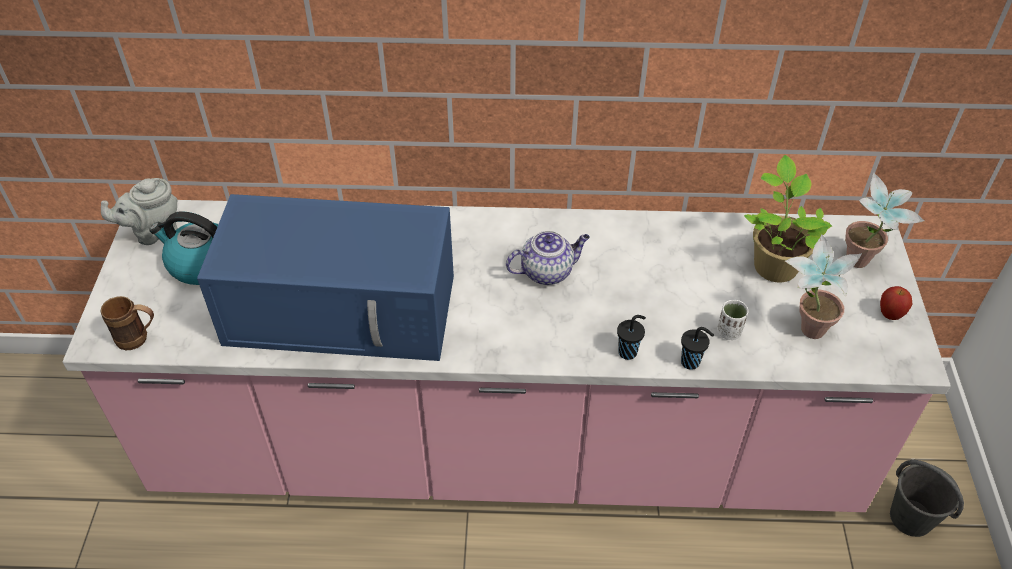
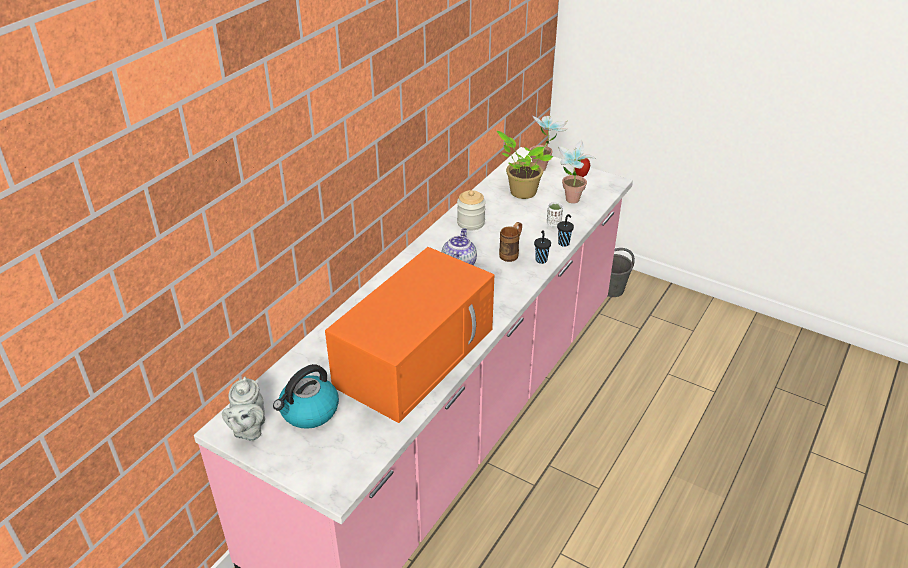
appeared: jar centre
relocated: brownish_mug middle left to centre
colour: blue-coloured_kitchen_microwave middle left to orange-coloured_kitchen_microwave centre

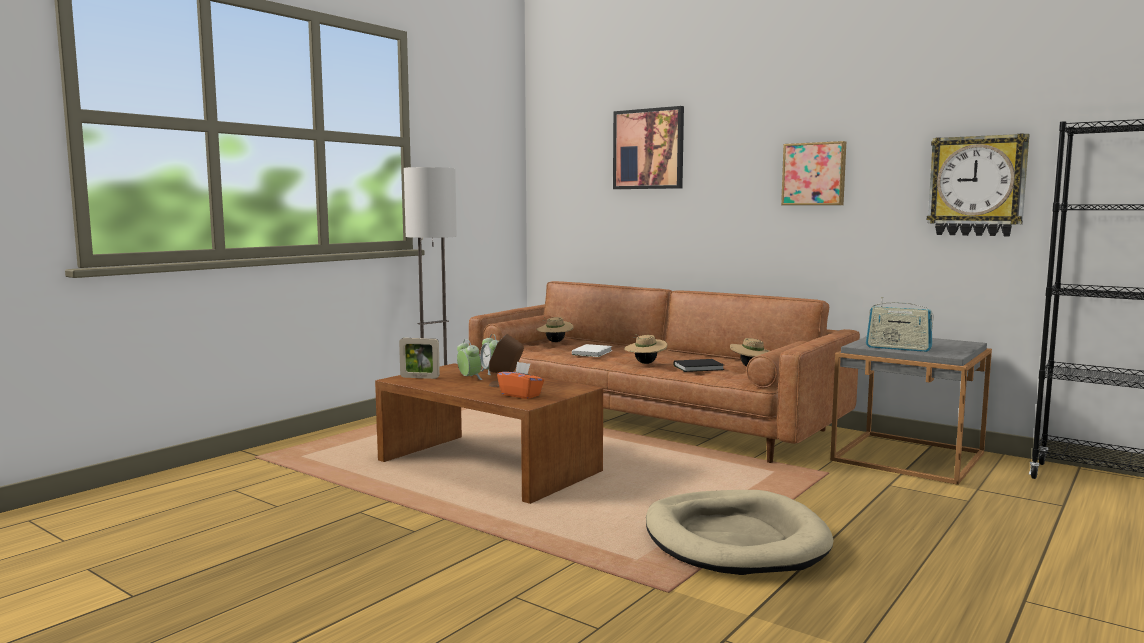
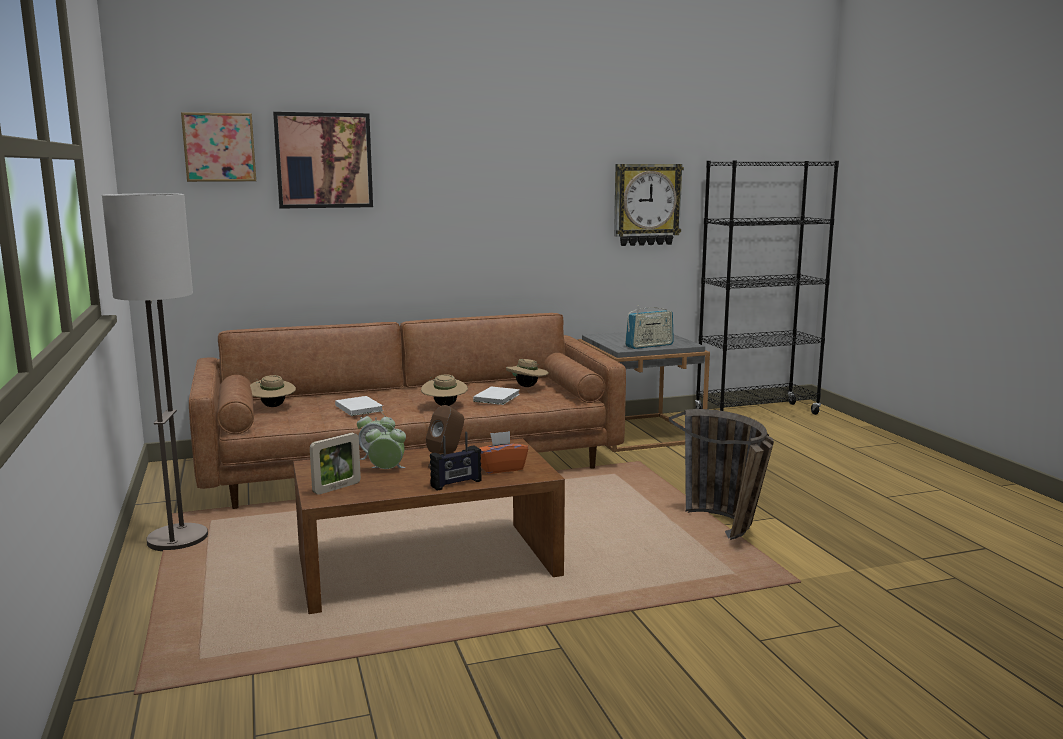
appeared: radio_set (no. 1 from left) centre
relocated: picture (no. 2 from left in the first image) top right to picture (no. 1 from left) top left
exchanged: sand-coloured_dog_bed bottom centre to storage_basket middle right
colour: black-coloured_volume centre to white-coloured_volume (no. 2 from left) centre

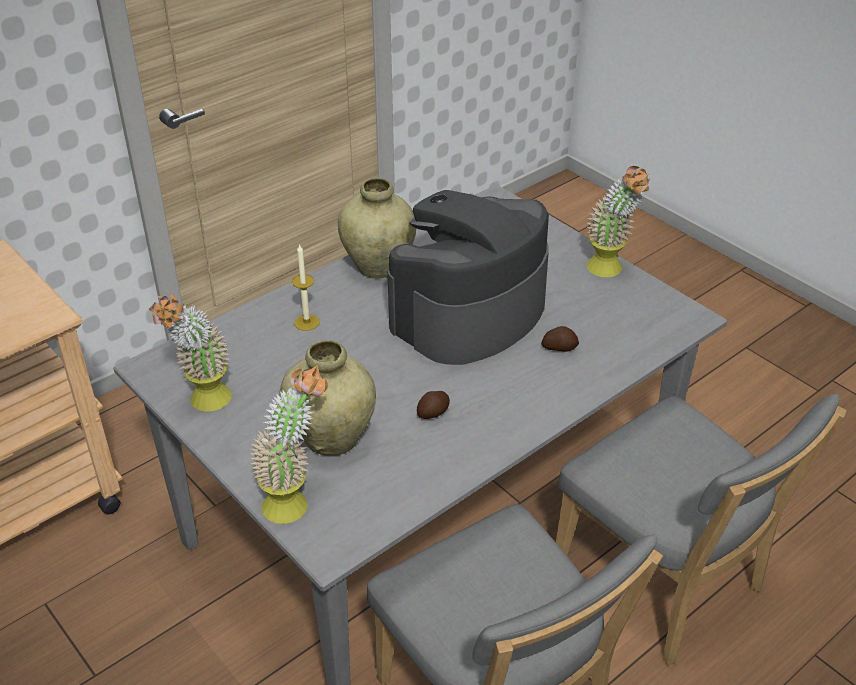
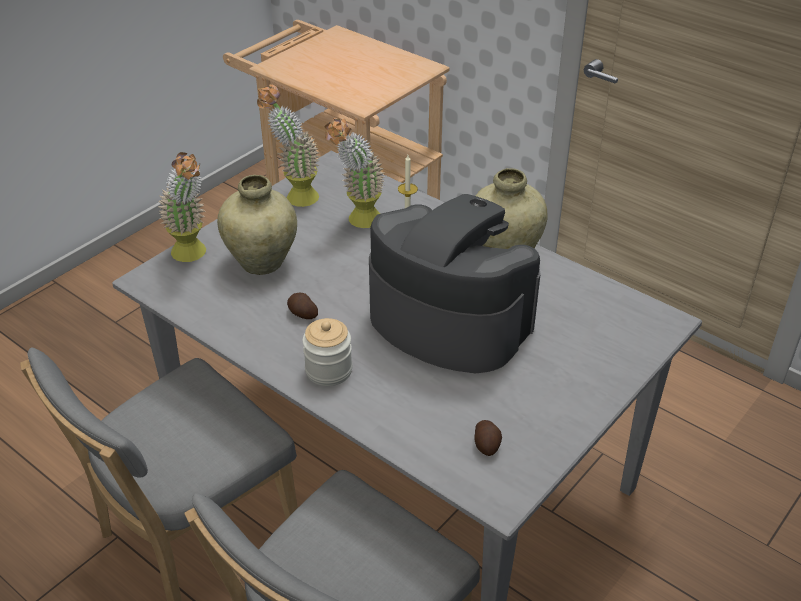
appeared: jar centre
relocated: whole_potato (no. 2 from left) centre to bottom centre; potted_plant (no. 3 from left) top right to top centre

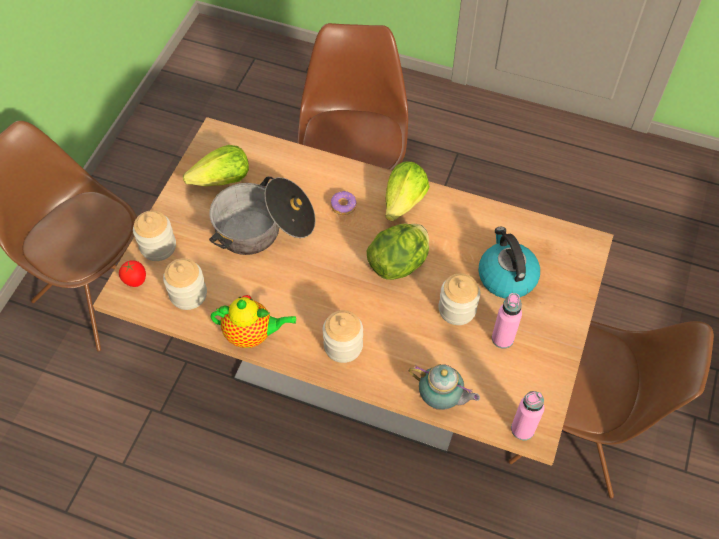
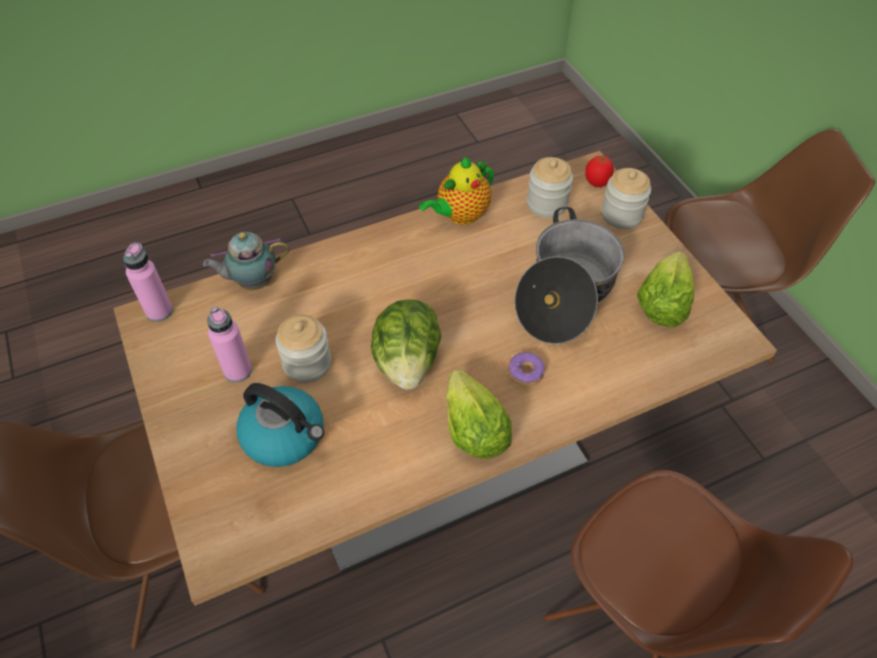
missing: jar (no. 3 from left) centre

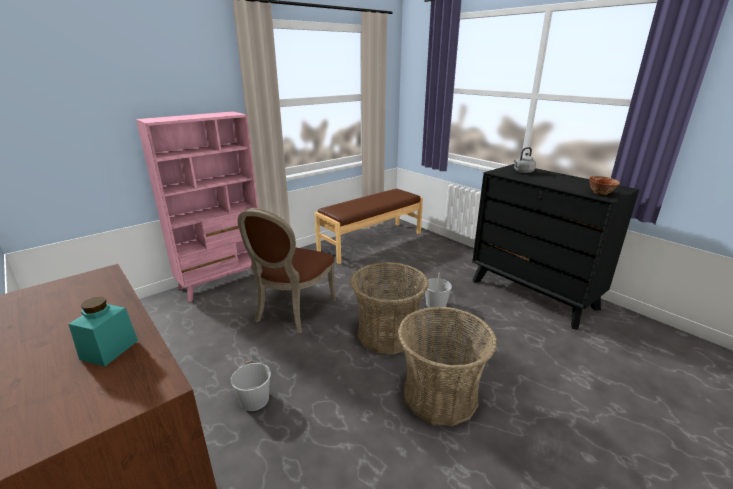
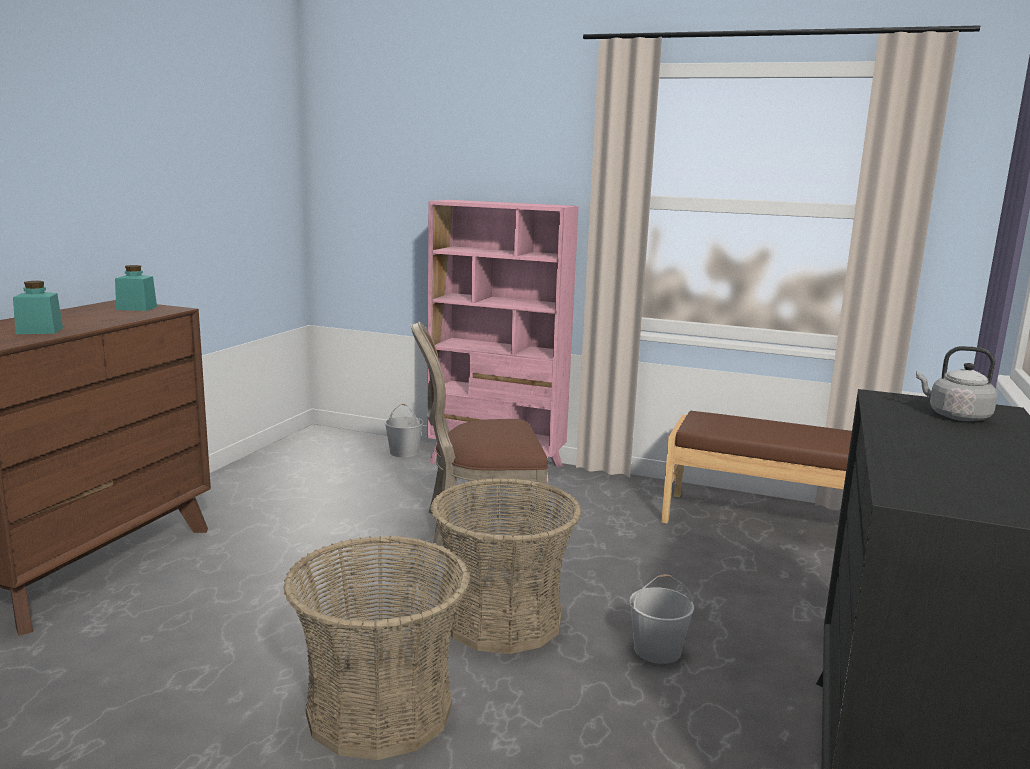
missing: deep_dish middle right
appeared: turquoise_jar (no. 2 from left) middle left
relocated: white-coloured_bucket (no. 1 from left) bottom centre to centre

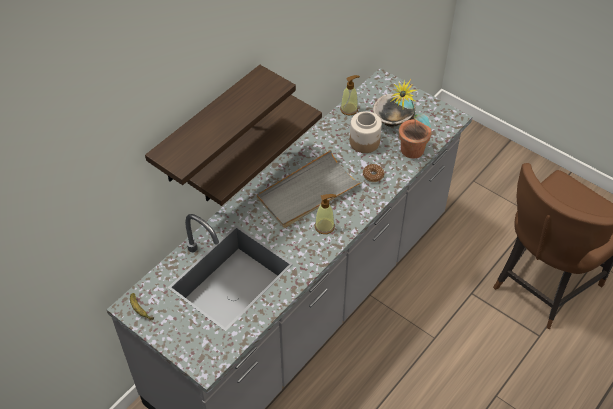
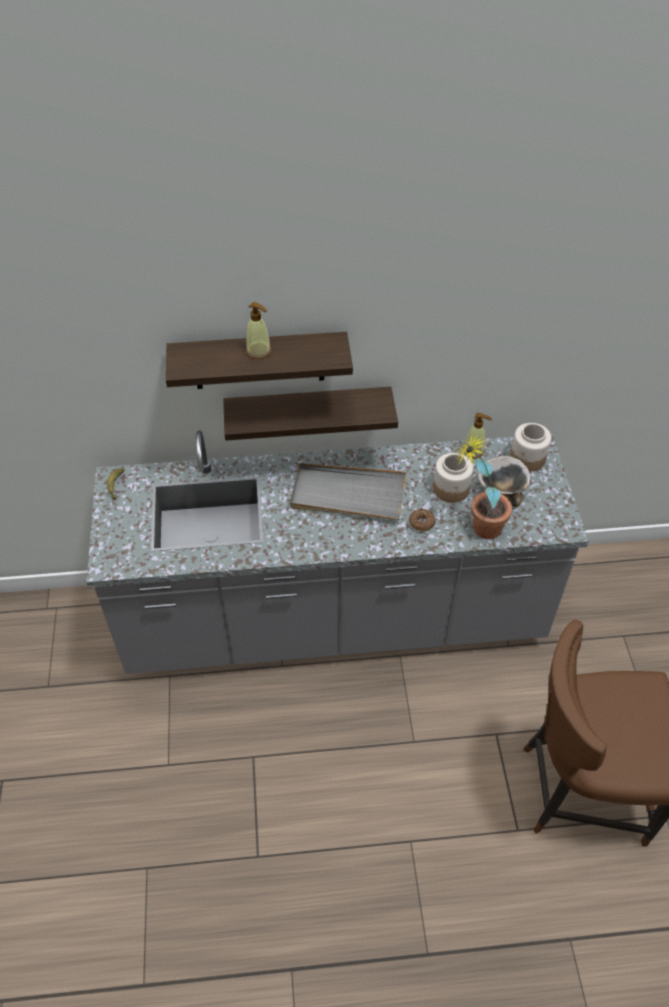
appeared: jar (no. 2 from left) middle right
relocated: soap_dispenser (no. 1 from left) centre to top centre

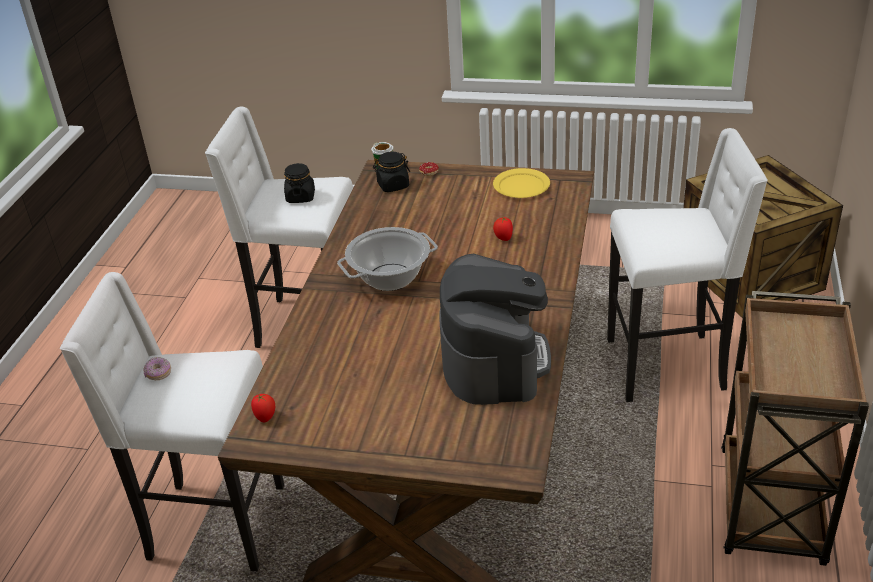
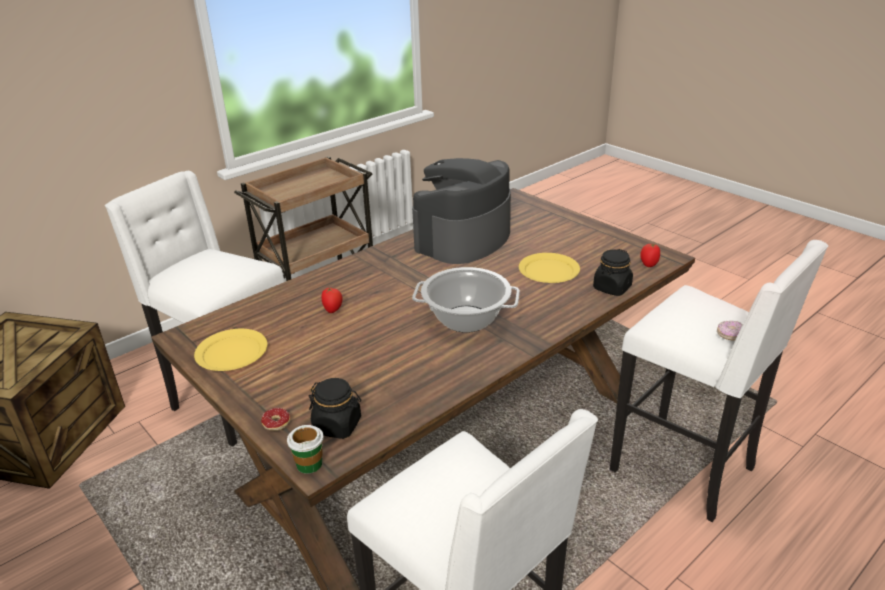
appeared: yellow_dinner_plate (no. 2 from left) centre
relocated: black-coloured_jar (no. 1 from left in the first image) top centre to black-coloured_jar (no. 2 from left) middle right

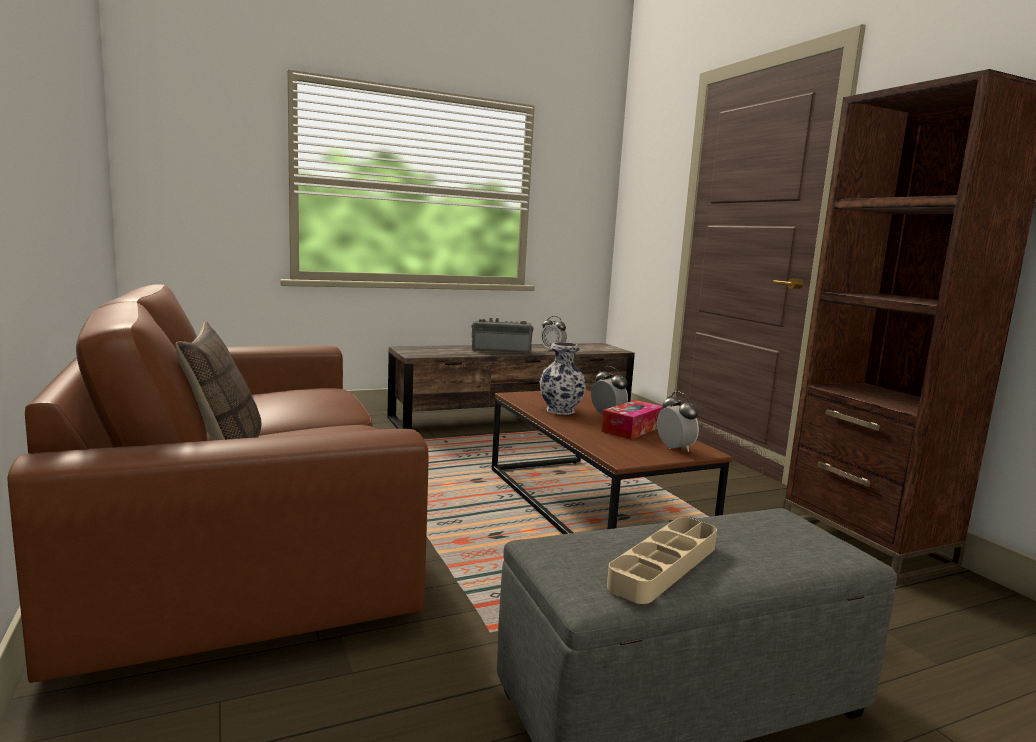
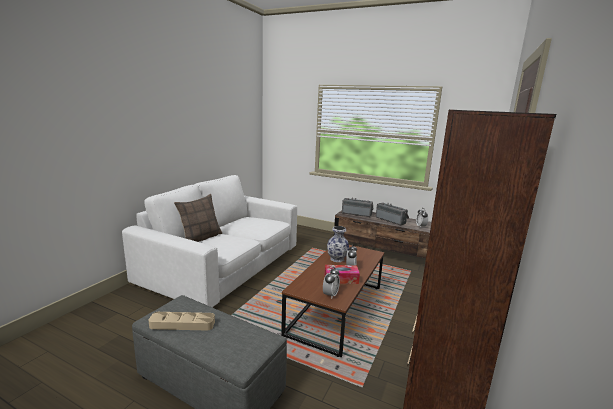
appeared: radio_set (no. 1 from left) centre
colour: brownish_sofa middle left to white-coloured_sofa centre

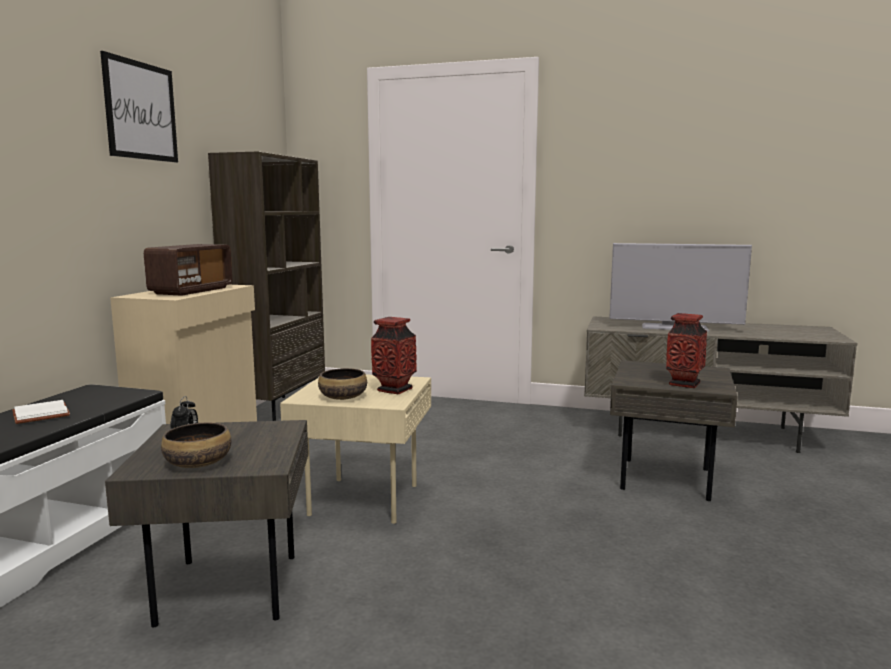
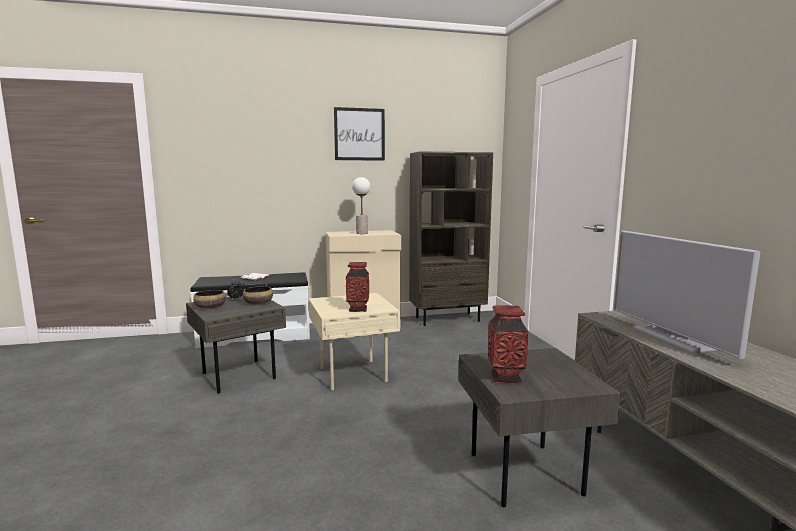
relocated: deep_dish (no. 2 from left) centre to middle left
exchanged: radio_set middle left to tabletop_lamp centre

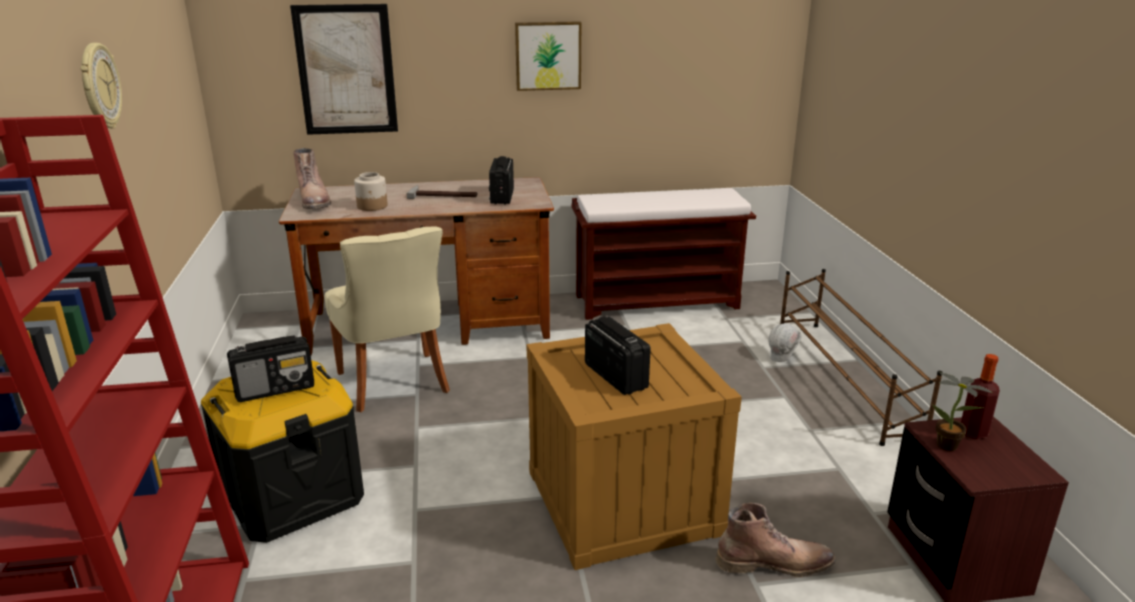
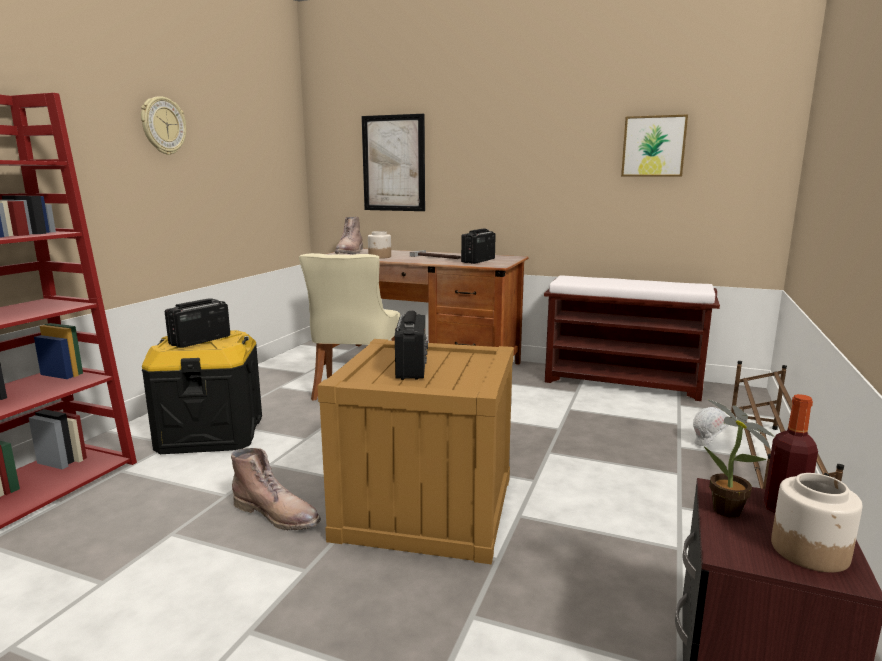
appeared: jar (no. 2 from left) bottom right
relocated: picture (no. 2 from left) top centre to top right; brownish_tall_boot (no. 2 from left in the first image) bottom right to brownish_tall_boot (no. 1 from left) bottom left
spun: radio_set (no. 1 from left) middle left = middle left 120 degrees clockwise

